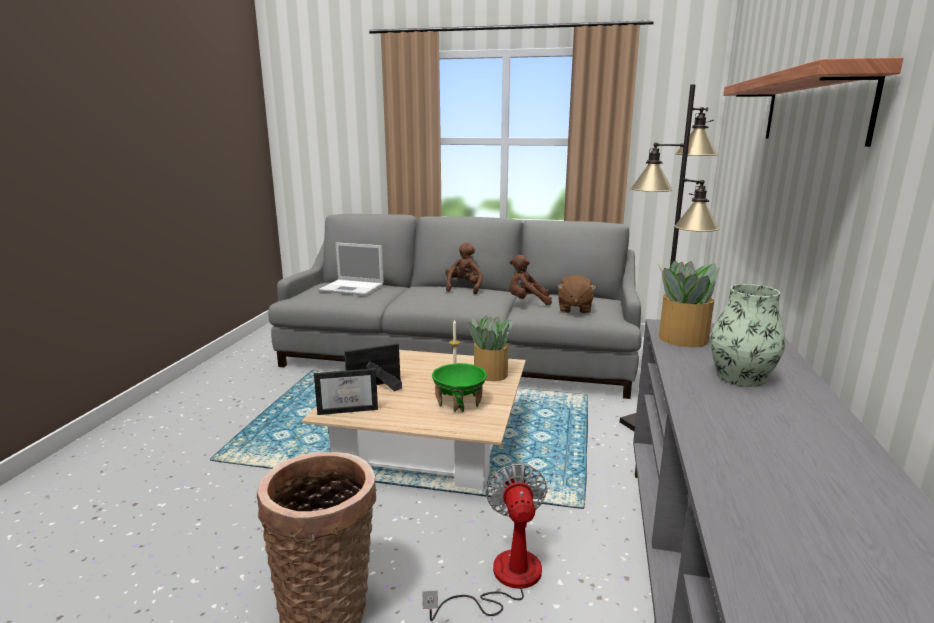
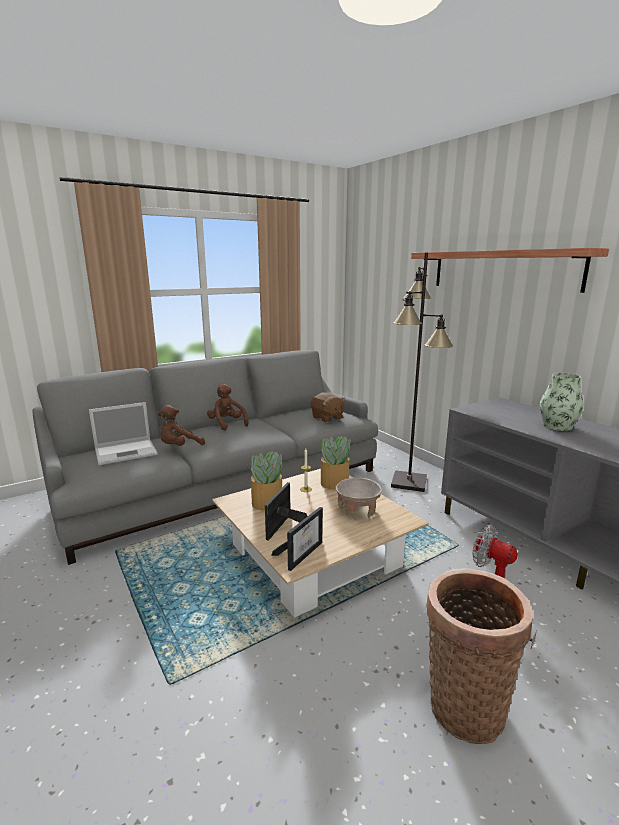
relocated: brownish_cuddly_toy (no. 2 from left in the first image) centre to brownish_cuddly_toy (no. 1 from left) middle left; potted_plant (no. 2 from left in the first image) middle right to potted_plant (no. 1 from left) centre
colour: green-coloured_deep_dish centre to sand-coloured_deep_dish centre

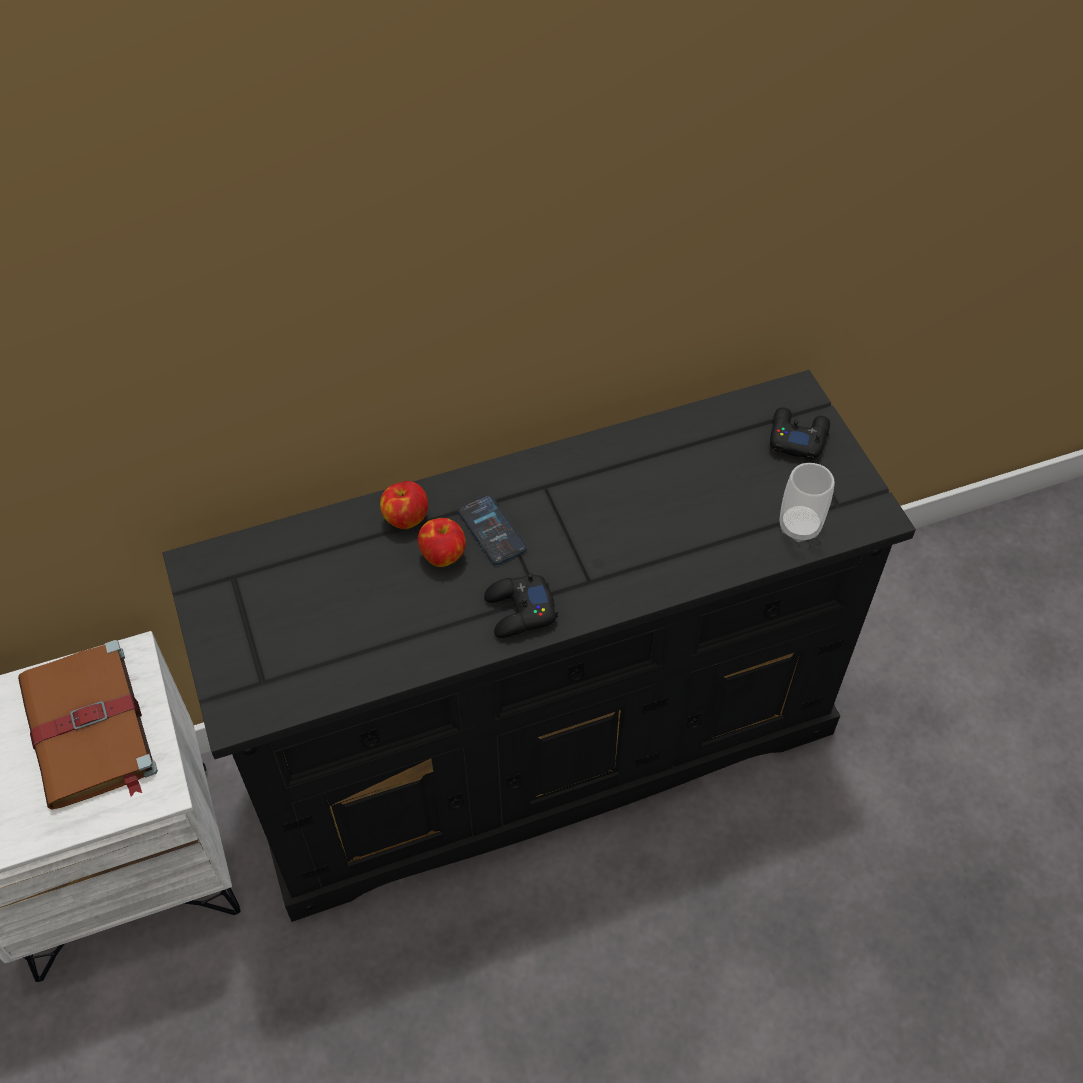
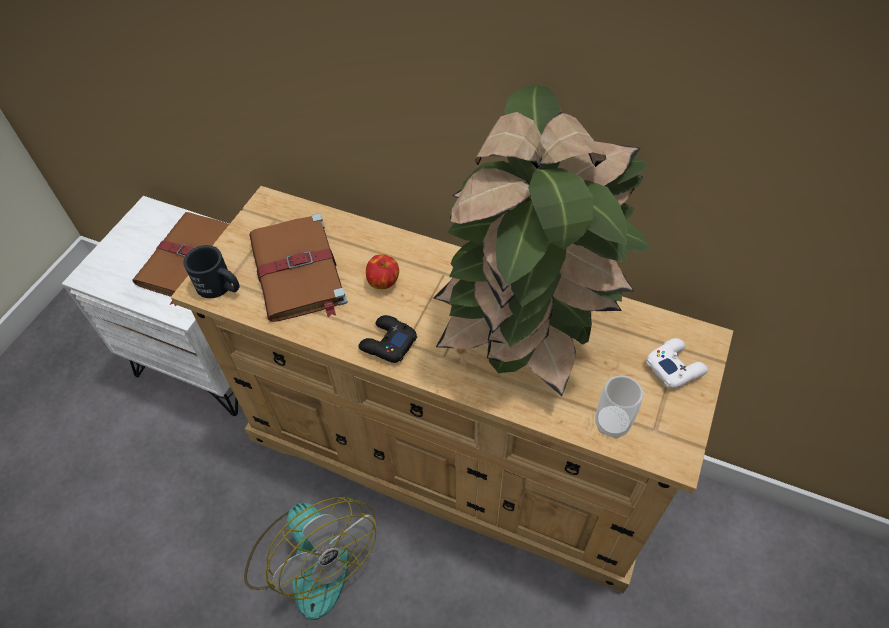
missing: apple (no. 1 from left) centre; handset centre
appeared: black-coloured_mug middle left; electric_fan bottom centre; brownish_volume (no. 2 from left) centre; potted_plant centre
colour: black-coloured_dresser centre to sand-coloured_dresser centre; black-coloured_joypad (no. 2 from left) middle right to white-coloured_joypad middle right

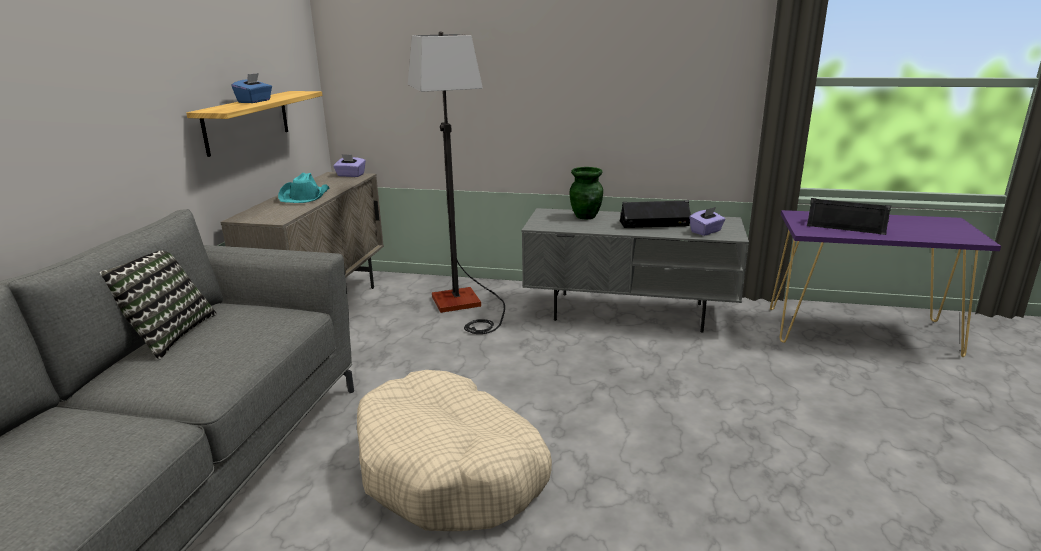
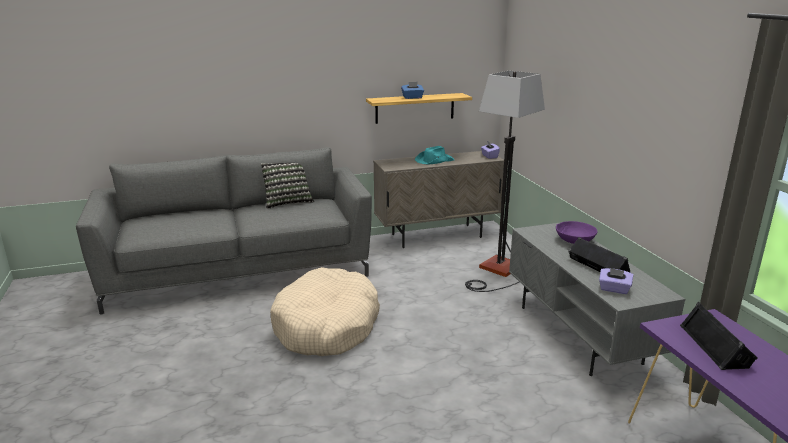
exchanged: green-coloured_flower_vase centre to purple-coloured_deep_dish middle right

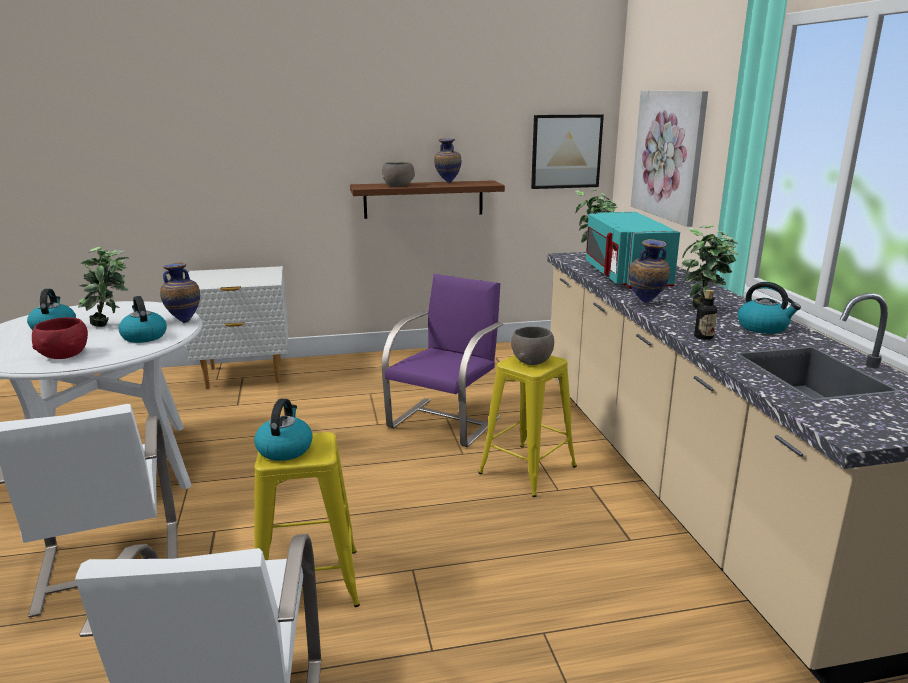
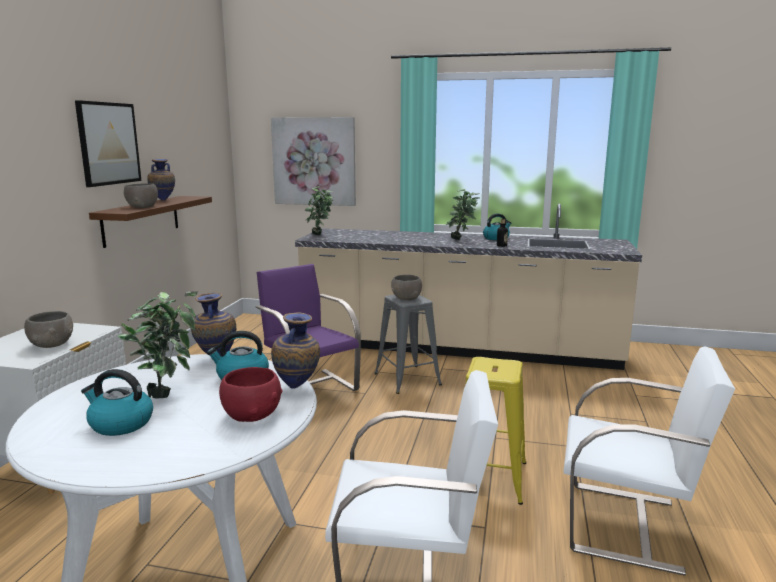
missing: kettle (no. 3 from left) middle left; turquoise_kitchen_microwave middle right
appeared: greyish_deep_dish (no. 1 from left) middle left
relocated: picture (no. 1 from left) top centre to top left; flower_vase (no. 3 from left) middle right to centre
colour: yellow_stool (no. 2 from left) centre to greyish_stool centre

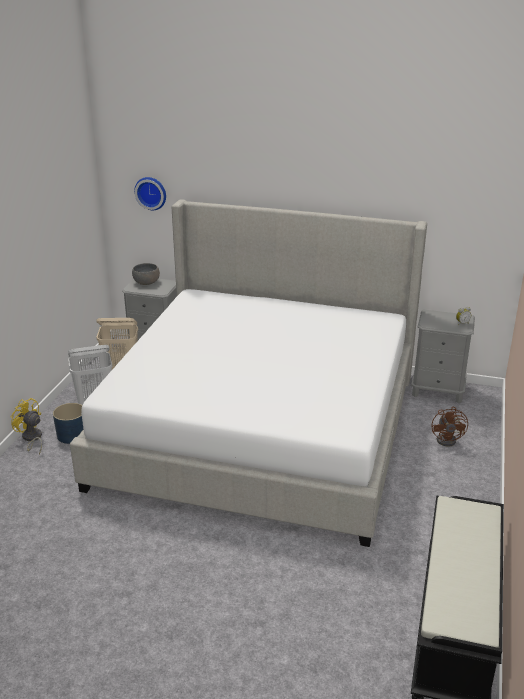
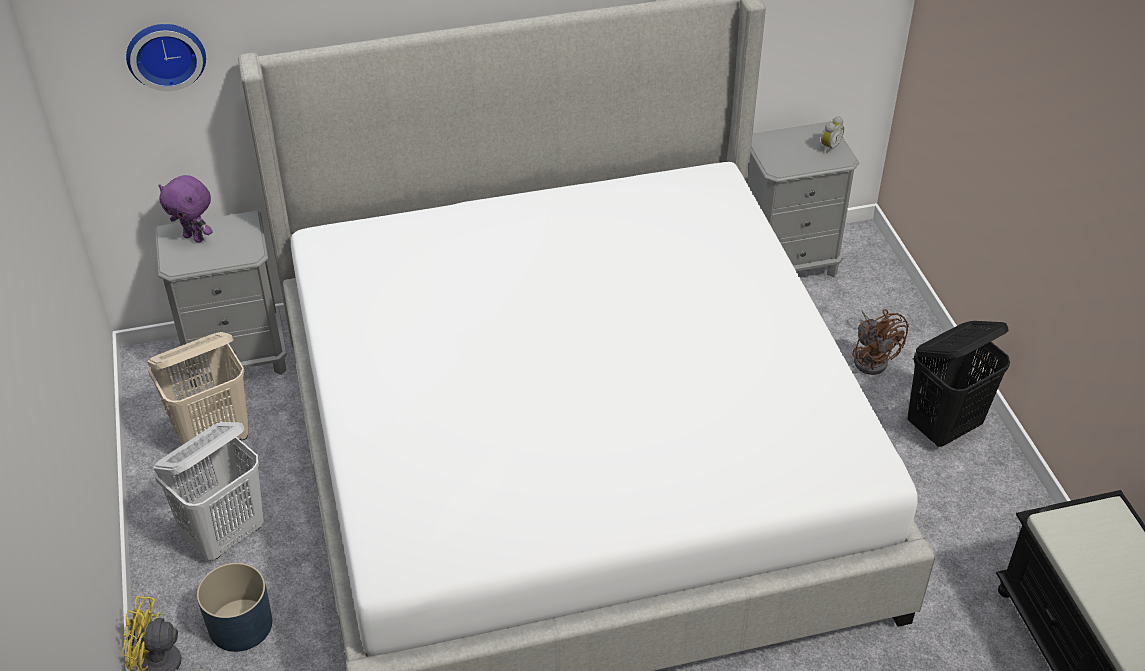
appeared: black-coloured_washing_basket middle right
exchanged: greyish_deep_dish middle left to purple-coloured_cuddly_toy top left

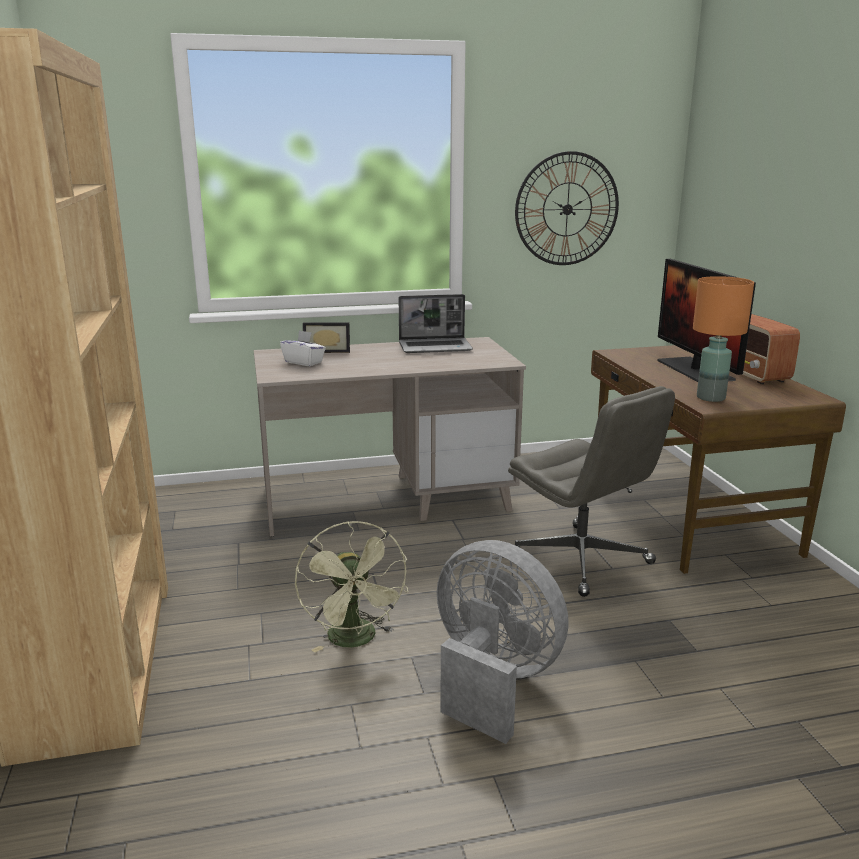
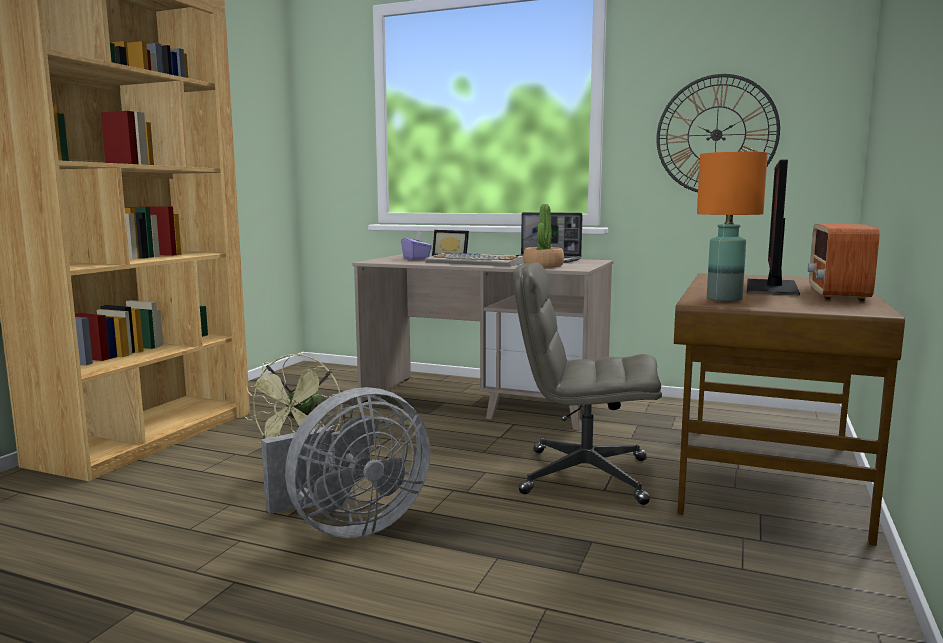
appeared: computer_keyboard centre; potted_plant centre
colour: white-coloured_box_of_tissues centre to purple-coloured_box_of_tissues centre
spun: greyish_electric_fan bottom centre = bottom centre 75 degrees clockwise; greyish_desk_chair middle right = centre 105 degrees clockwise

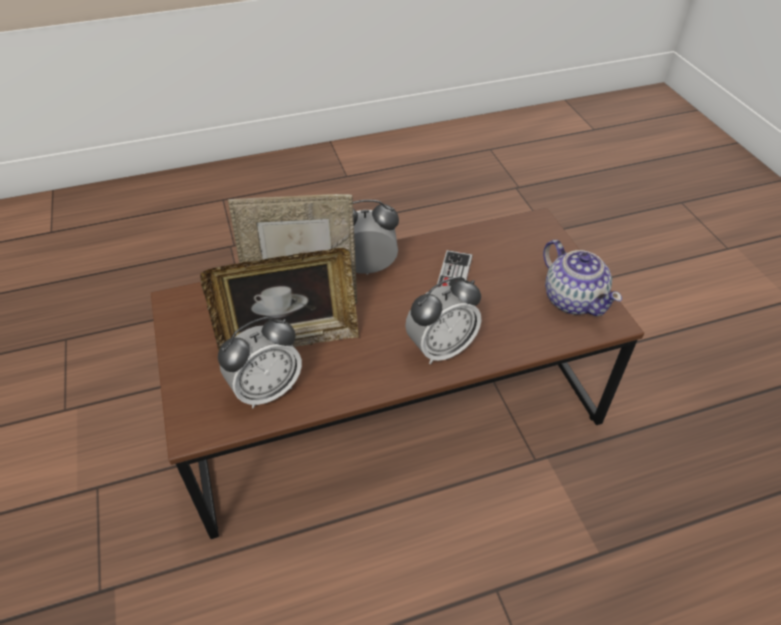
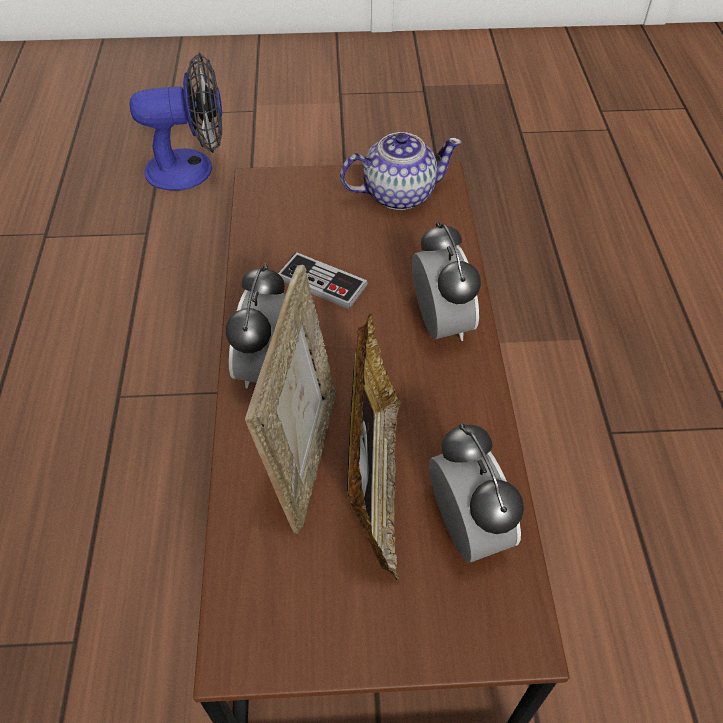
appeared: electric_fan top left

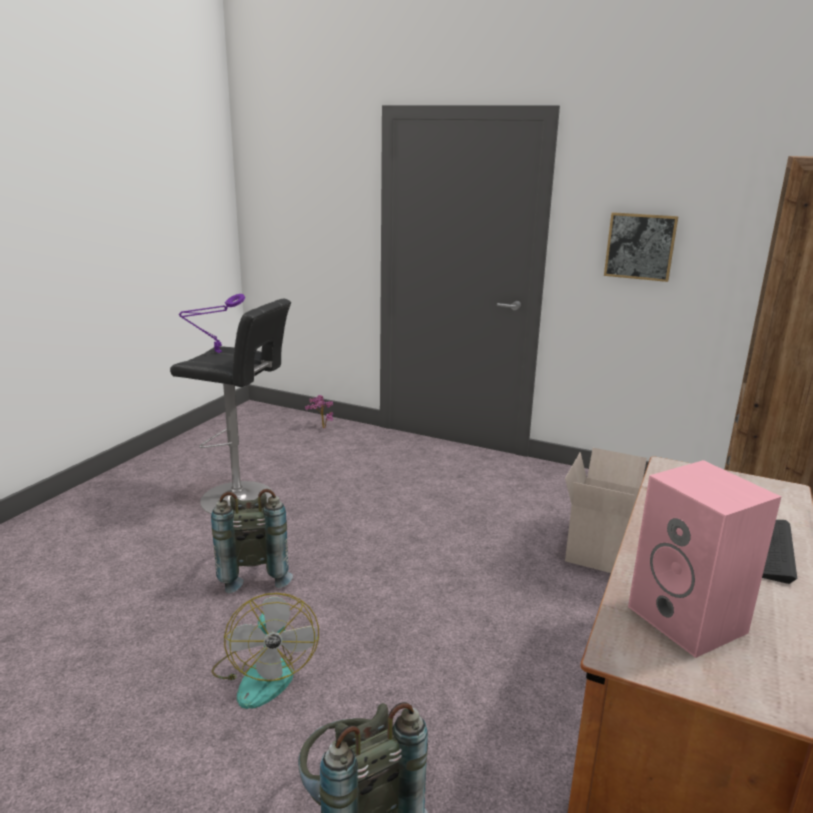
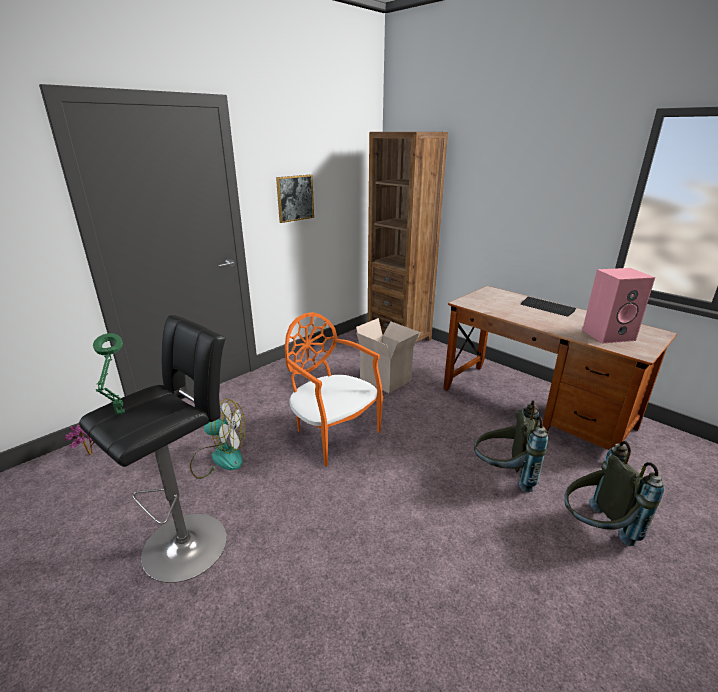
appeared: orange-coloured_chair centre
relocated: greyish_rucksack (no. 1 from left) middle left to middle right; electric_fan bottom left to middle left
colour: purple-coloured_tabletop_lamp middle left to green-coloured_tabletop_lamp middle left

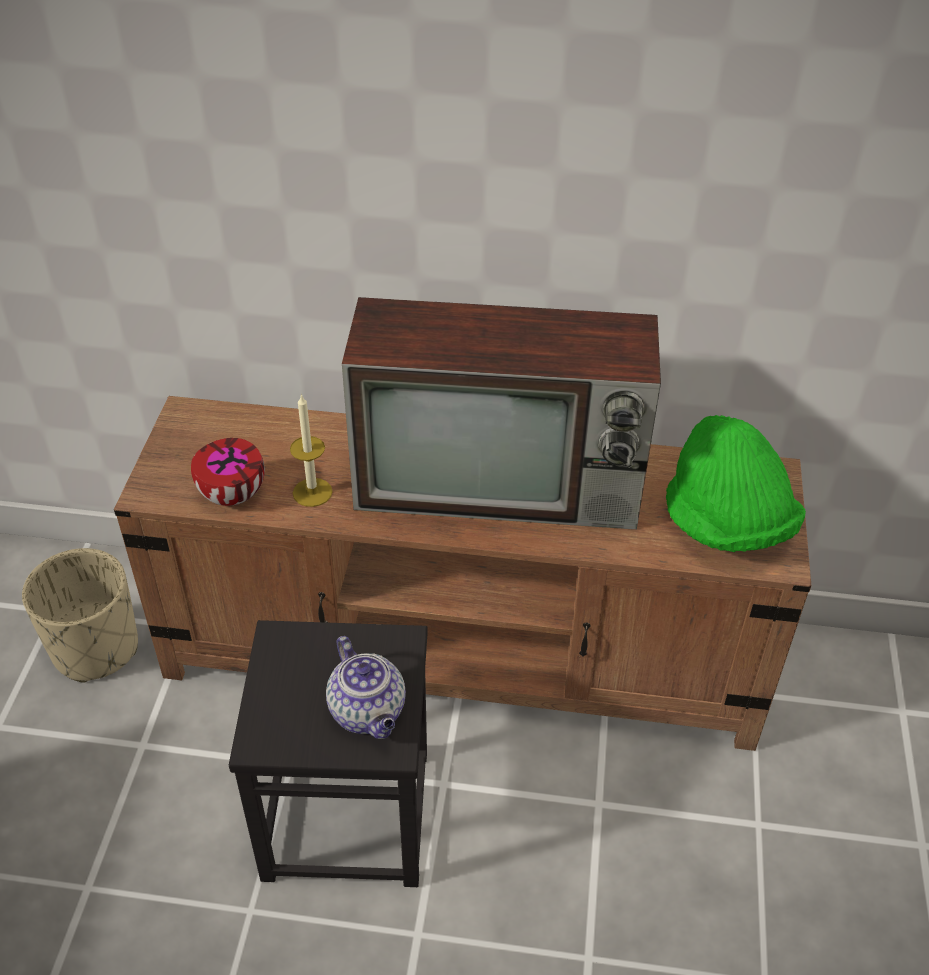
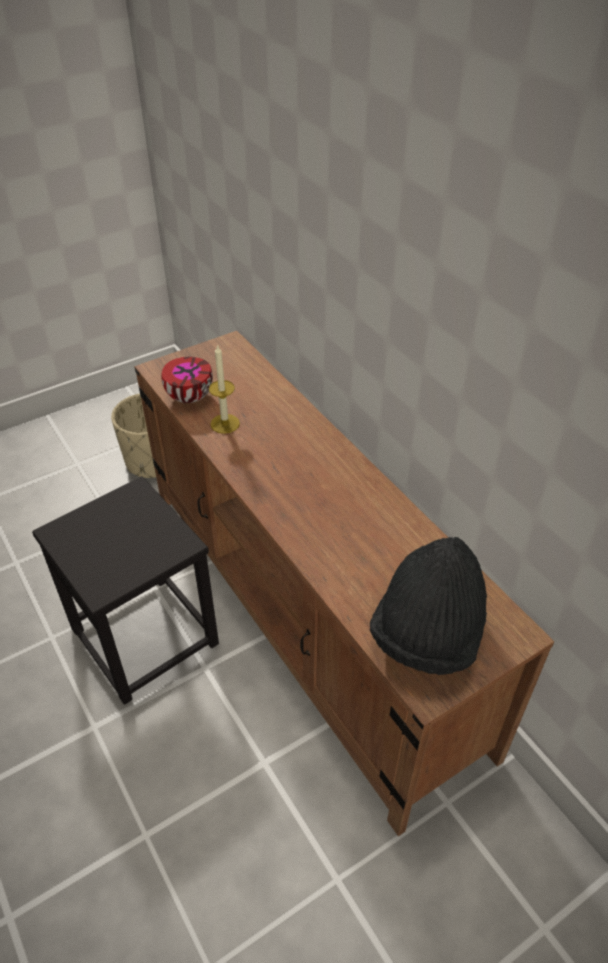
missing: tea_pot bottom centre; TV centre
colour: green-coloured_wearable_hat middle right to black-coloured_wearable_hat middle right

